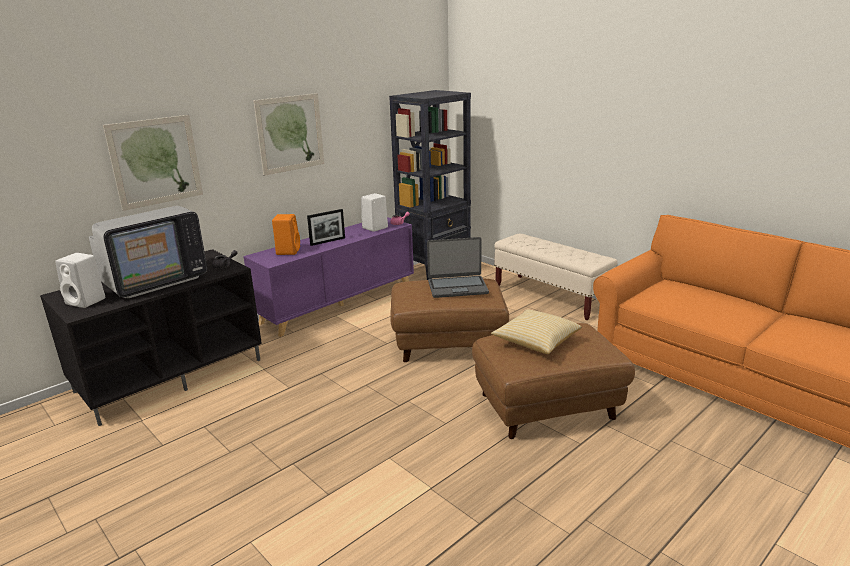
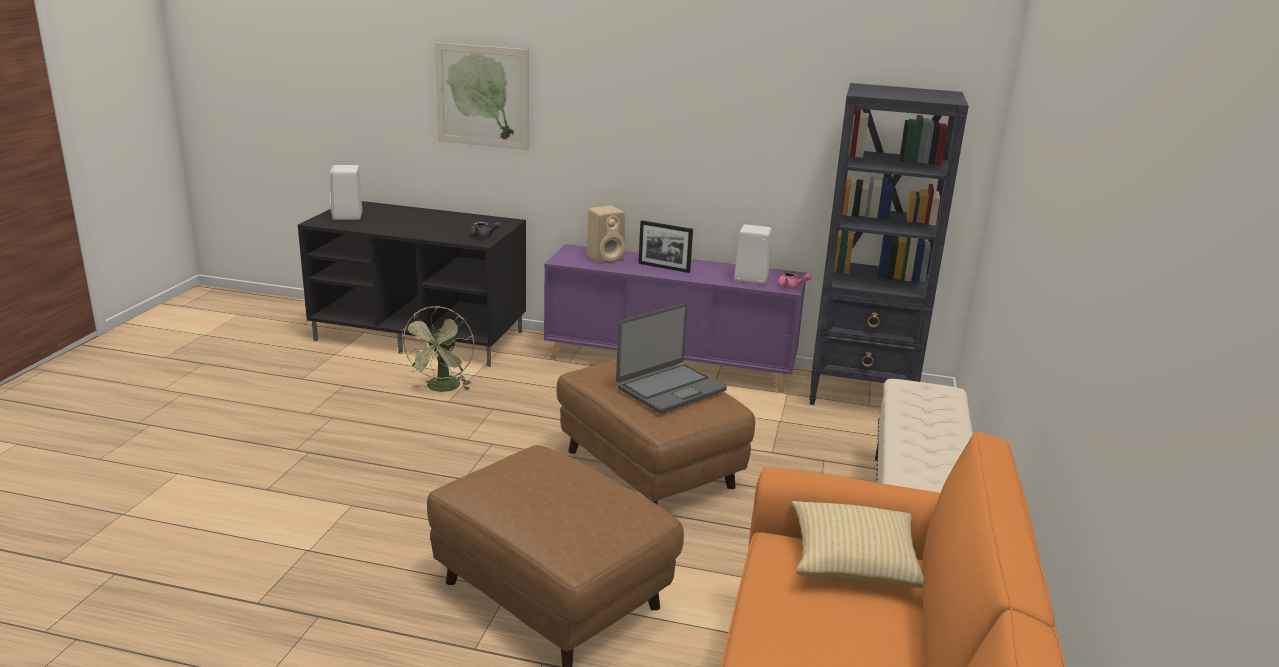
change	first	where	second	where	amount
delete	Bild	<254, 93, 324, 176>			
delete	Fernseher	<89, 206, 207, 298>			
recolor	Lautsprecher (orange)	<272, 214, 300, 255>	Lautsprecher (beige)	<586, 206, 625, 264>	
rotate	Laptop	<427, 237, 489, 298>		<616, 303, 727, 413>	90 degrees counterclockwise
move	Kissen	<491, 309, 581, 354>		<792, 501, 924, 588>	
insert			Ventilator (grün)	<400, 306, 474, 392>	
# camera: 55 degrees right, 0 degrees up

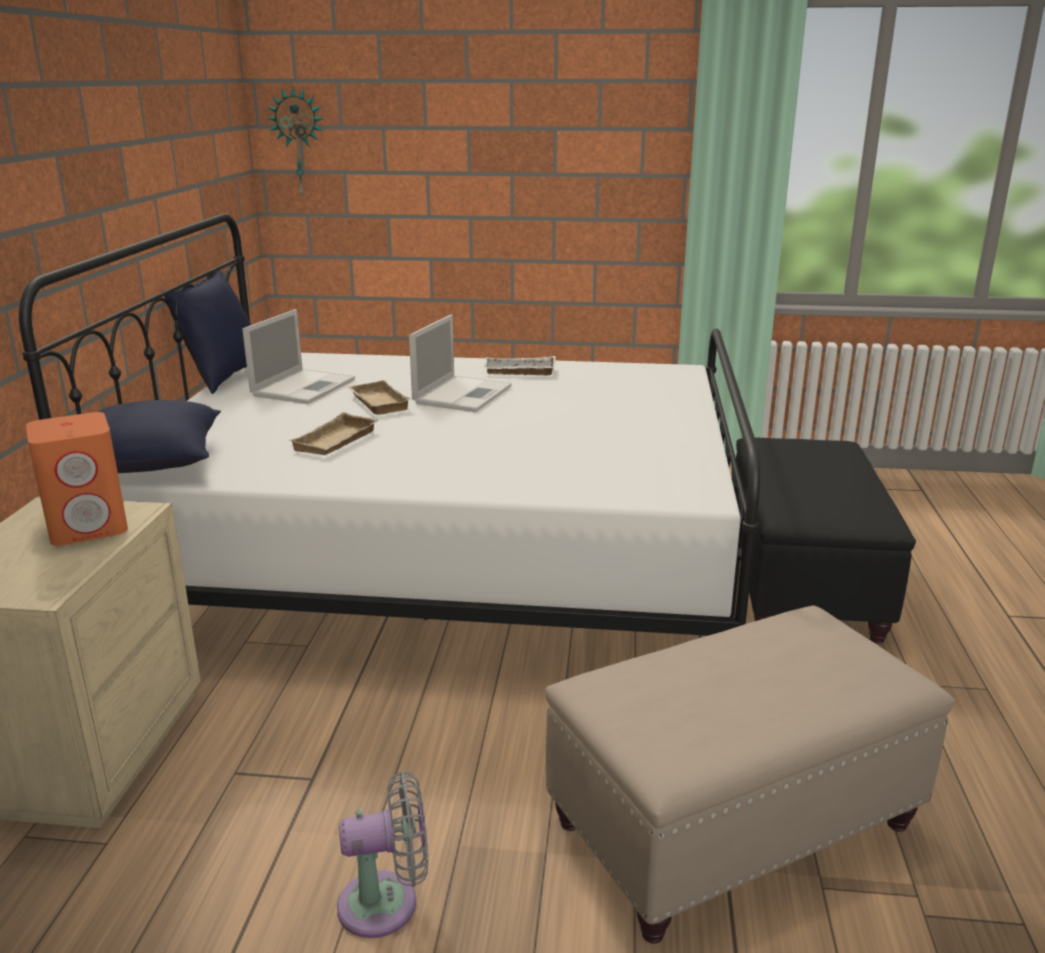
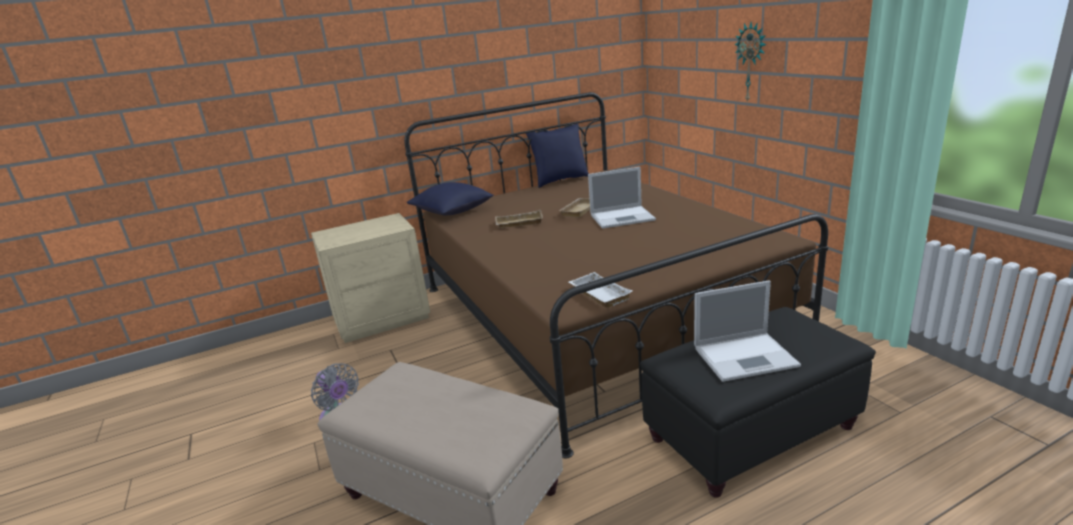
change	first	where	second	where	amount
move	Wanduhr	<267, 87, 323, 199>		<734, 22, 767, 103>	
recolor	Bett (weiß)	<19, 214, 760, 636>	Bett (braun)	<404, 92, 828, 458>	
move	Laptop	<242, 309, 355, 404>		<694, 280, 801, 382>	
move	Tablett (weiß)	<483, 356, 556, 375>		<568, 272, 633, 308>	
delete	Lautsprecher (orange)	<26, 412, 128, 546>			
# camera: 60 degrees right, 0 degrees up

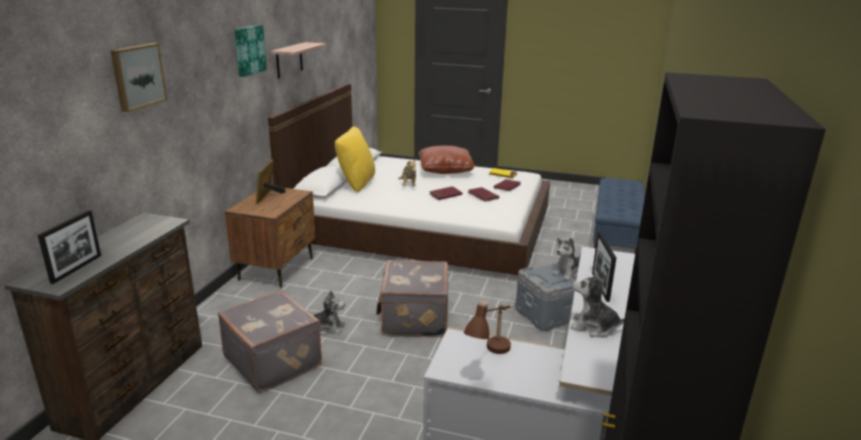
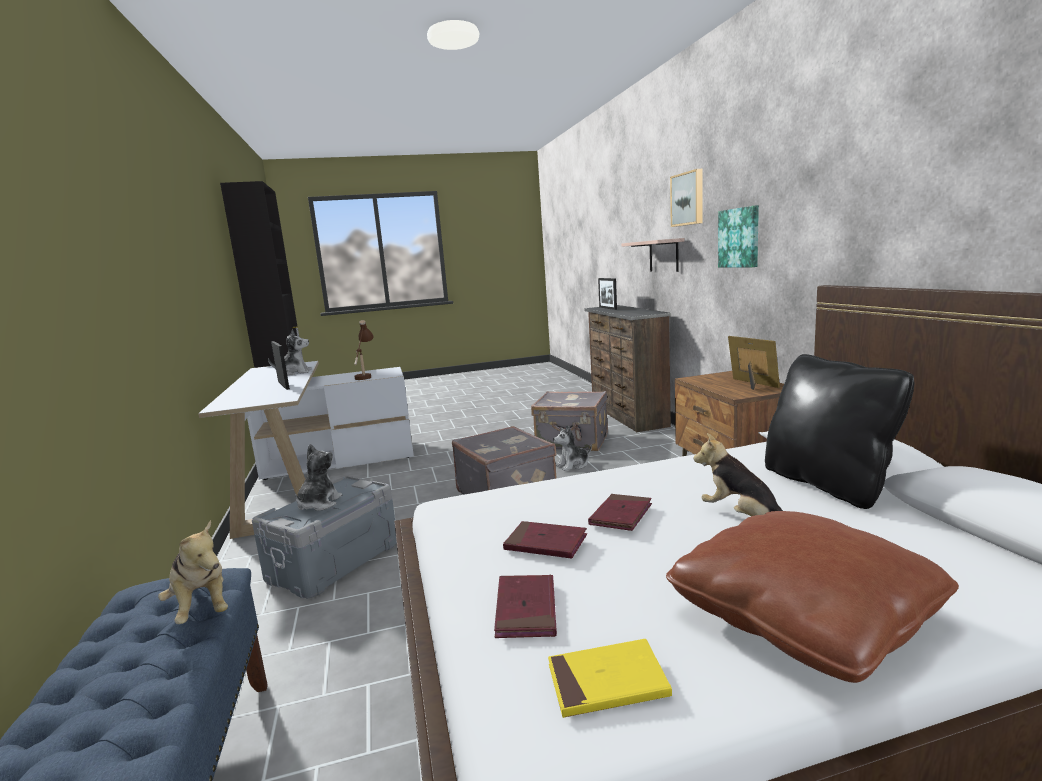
change	first	where	second	where	amount
move	Bild	<234, 25, 267, 77>		<718, 205, 759, 267>	
move	Wandregal	<270, 42, 326, 78>		<621, 238, 685, 272>	
recolor	Kissen (gelb)	<335, 127, 375, 193>	Kissen (schwarz)	<765, 354, 914, 509>	
insert			Plüschtier	<158, 520, 228, 624>	
# camera: 150 degrees right, 10 degrees down

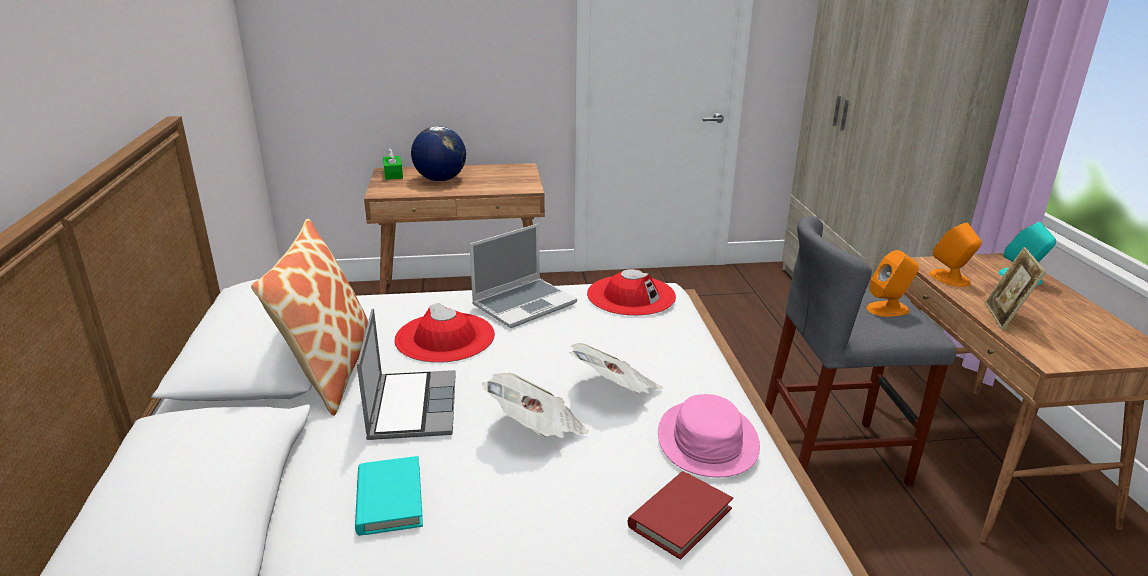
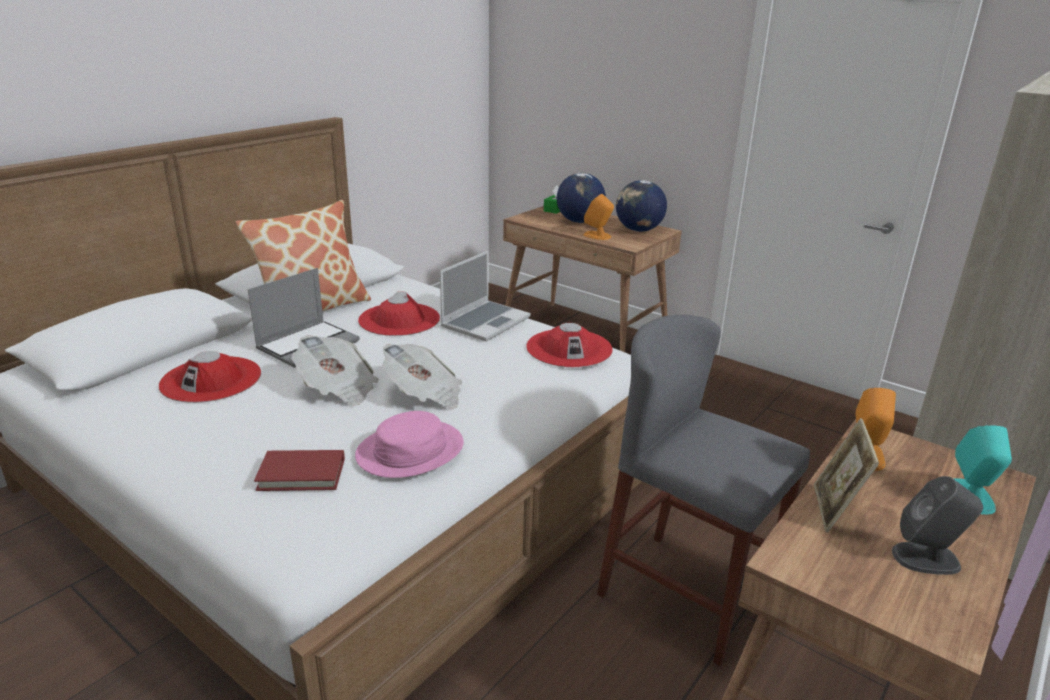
change	first	where	second	where	amount
rotate	Laptop	<469, 223, 577, 328>		<440, 251, 530, 342>	60 degrees counterclockwise
rotate	Bilderrahmen	<985, 247, 1046, 330>		<814, 418, 879, 532>	45 degrees counterclockwise
move	Lautsprecher (orange)	<866, 250, 919, 317>		<583, 194, 614, 240>	
replace	Buch (türkis)	<355, 456, 423, 536>	Hut (rot)	<159, 351, 261, 403>	
insert			Globus	<616, 180, 667, 232>	
insert			Lautsprecher (grau)	<892, 476, 983, 575>	
# camera: 45 degrees right, 0 degrees up

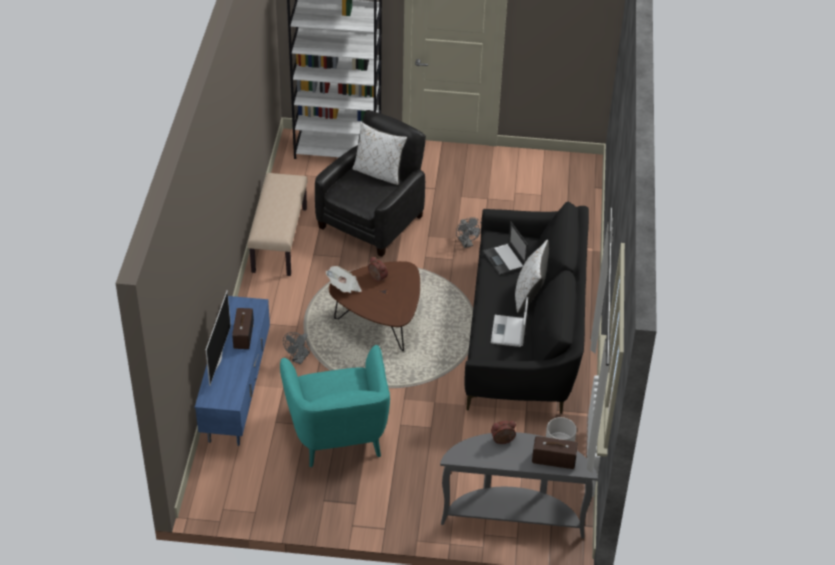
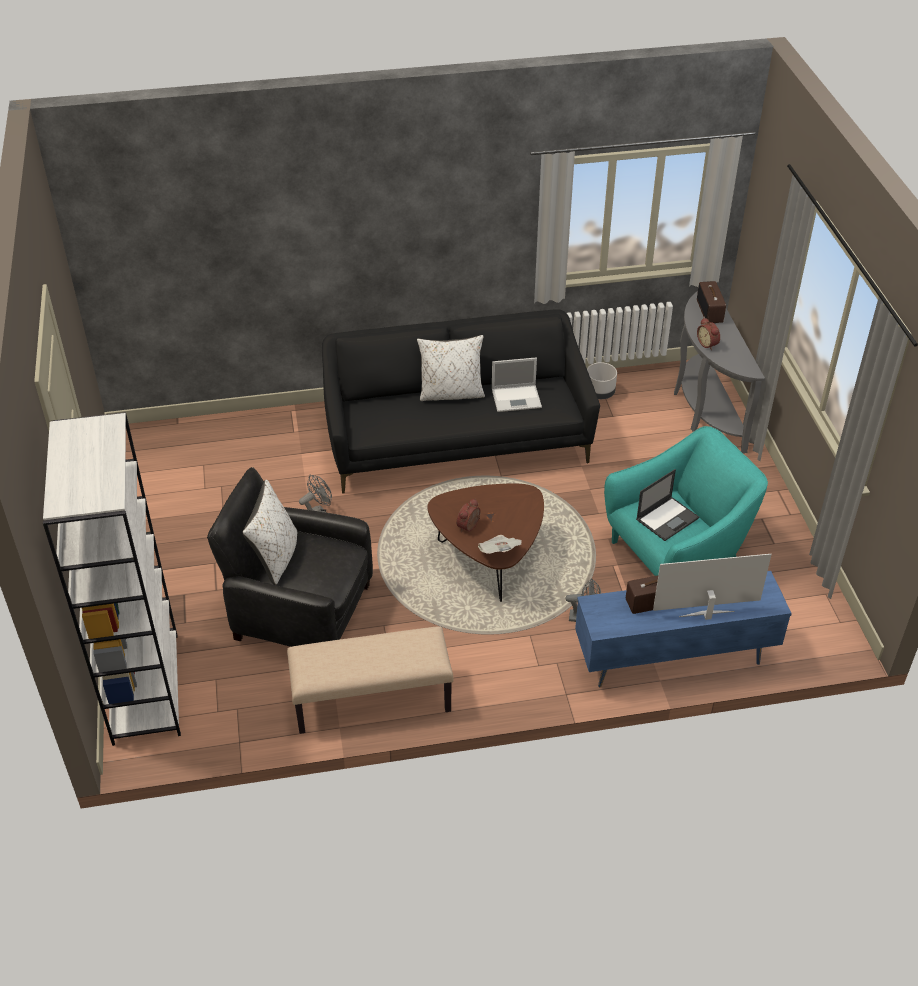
change	first	where	second	where	amount
move	Laptop	<483, 221, 528, 276>		<636, 469, 699, 541>	
# camera: 105 degrees left, 0 degrees up

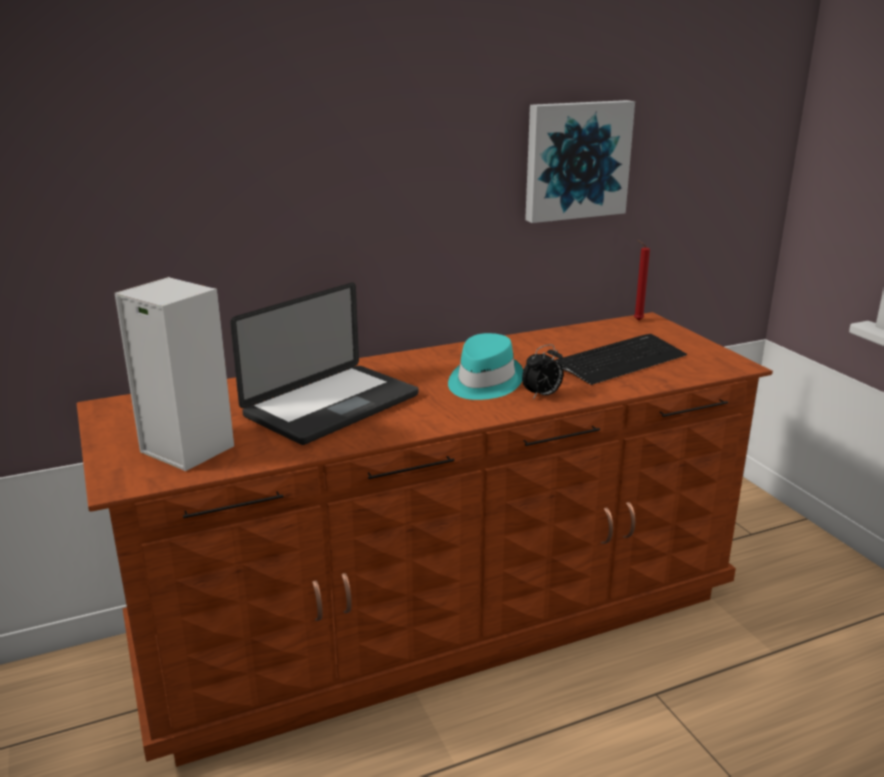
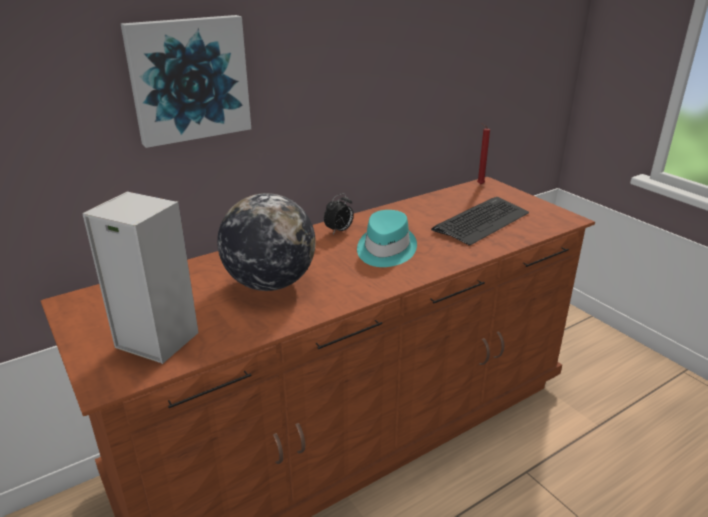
change	first	where	second	where	amount
move	Bild	<525, 100, 635, 223>		<121, 15, 251, 148>	
replace	Laptop	<230, 283, 418, 445>	Globus	<217, 193, 316, 291>	
move	Wecker	<522, 344, 563, 400>		<324, 193, 354, 234>	
# camera: 10 degrees left, 5 degrees up

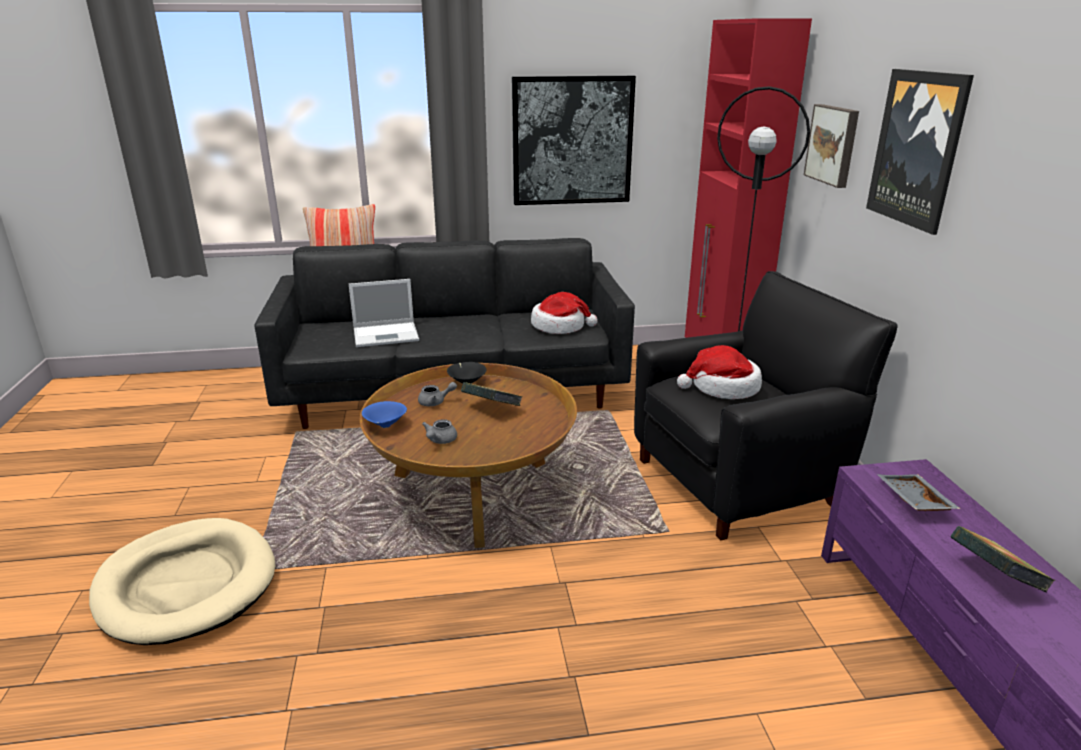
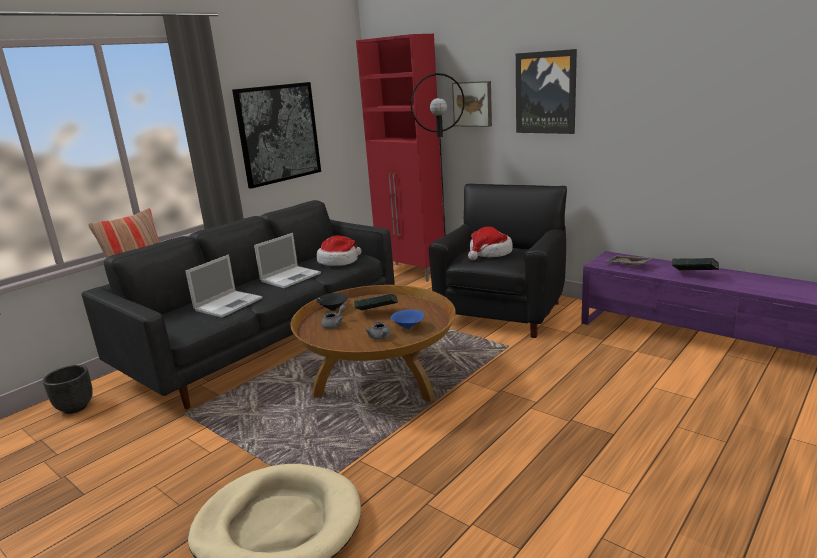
change	first	where	second	where	amount
move	Schüssel (blau)	<362, 401, 407, 428>		<391, 310, 424, 329>	
insert			Laptop	<254, 233, 321, 288>	
insert			Pflanzkübel (schwarz)	<43, 365, 93, 414>	
# camera: 40 degrees left, 5 degrees down

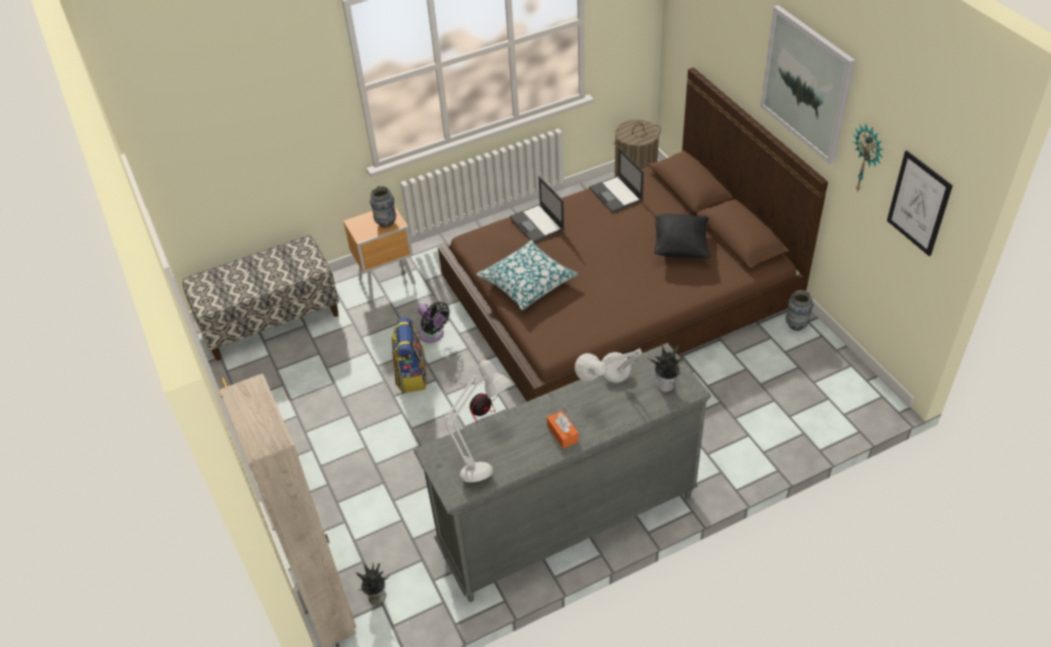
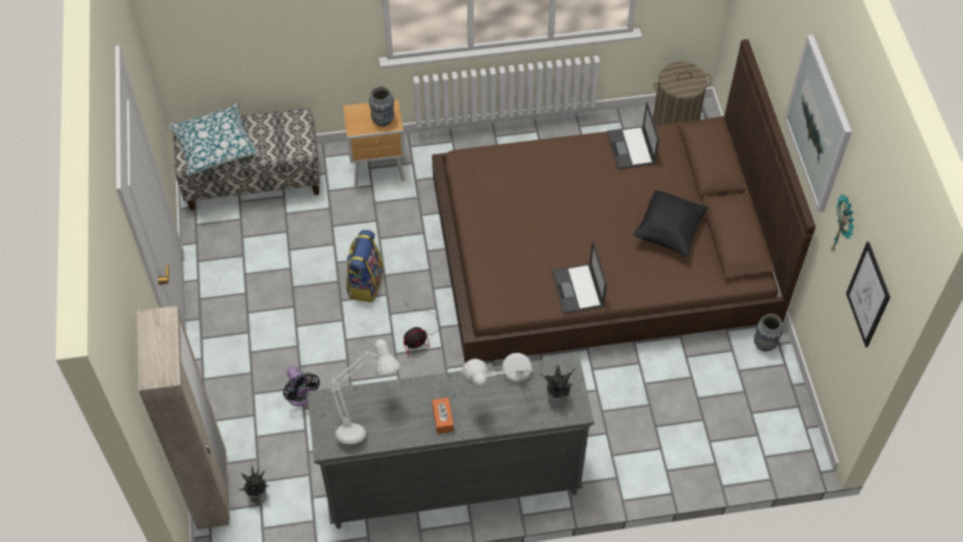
change	first	where	second	where	amount
move	Laptop	<510, 176, 565, 243>		<552, 241, 607, 314>	
move	Kissen	<476, 240, 578, 310>		<168, 103, 259, 176>	
move	Ventilator (schwarz)	<418, 302, 450, 343>		<283, 366, 320, 406>	
# camera: 15 degrees right, 10 degrees up

